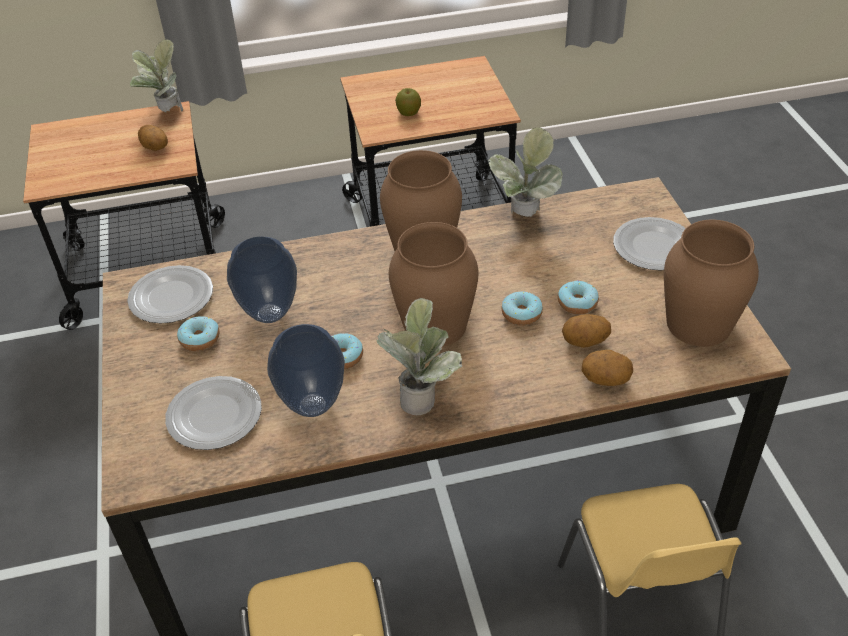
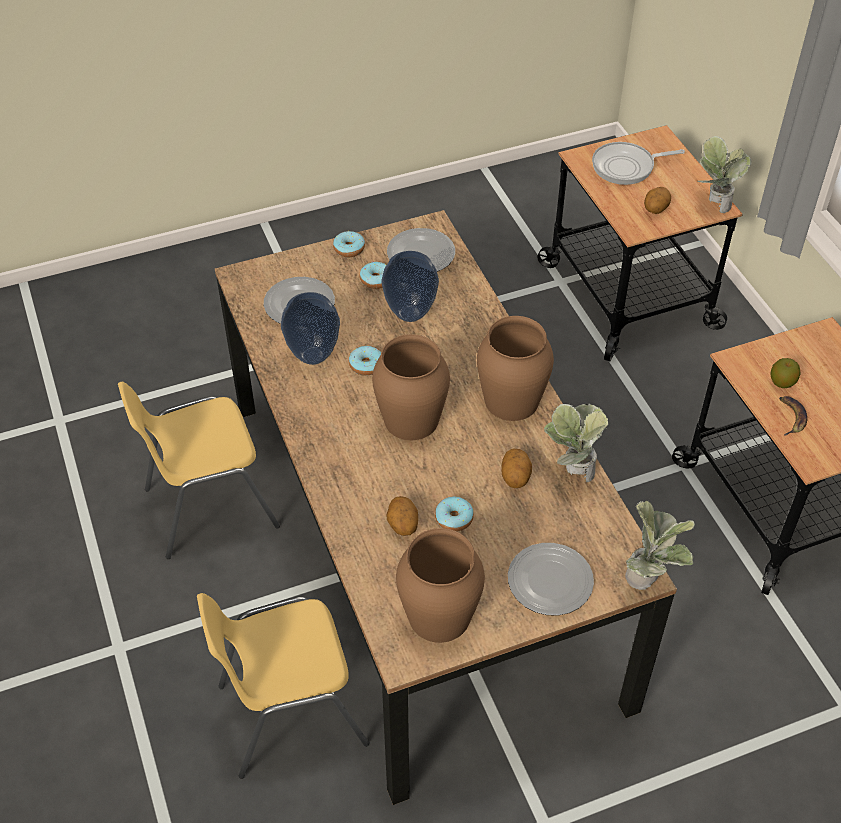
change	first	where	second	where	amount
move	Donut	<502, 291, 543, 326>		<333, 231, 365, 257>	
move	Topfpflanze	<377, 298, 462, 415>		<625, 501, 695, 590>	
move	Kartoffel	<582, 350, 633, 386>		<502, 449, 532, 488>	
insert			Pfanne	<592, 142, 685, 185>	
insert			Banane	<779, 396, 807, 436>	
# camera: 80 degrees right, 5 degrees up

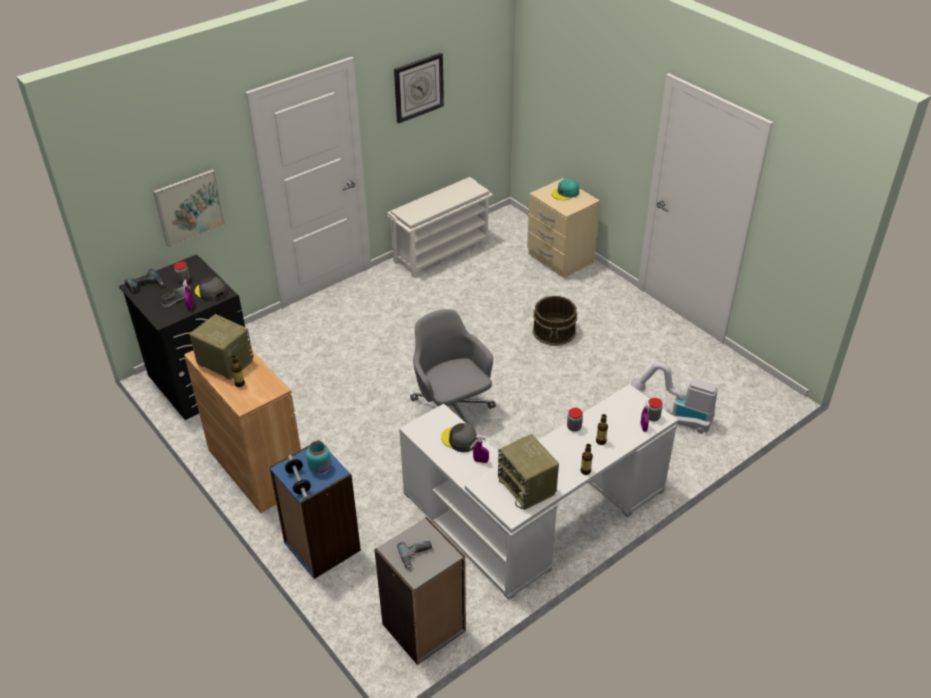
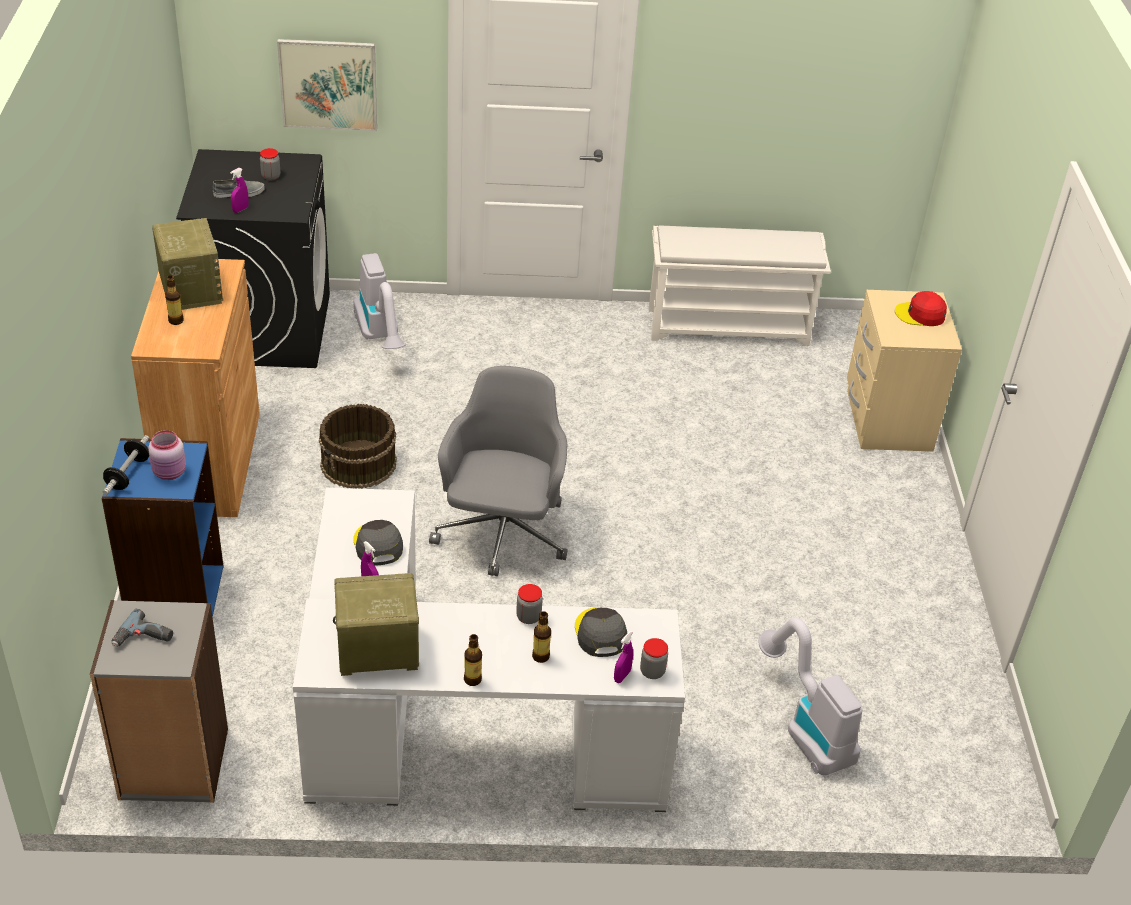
change	first	where	second	where	amount
delete	Wanduhr	<394, 53, 444, 123>			
recolor	Kappe (türkis)	<551, 179, 579, 200>	Kappe (rot)	<895, 291, 947, 326>	
delete	Bohrmaschine	<125, 268, 164, 293>			
move	Kappe (grau)	<195, 277, 226, 302>		<575, 608, 627, 657>	
move	Eimer (braun)	<532, 296, 577, 346>		<319, 404, 397, 489>	
rotate	Radio	<498, 434, 559, 510>		<333, 573, 419, 676>	75 degrees clockwise
recolor	Vorratsglas (türkis)	<306, 441, 331, 474>	Vorratsglas (rosa)	<148, 430, 186, 480>	
insert			Staubsauger	<354, 253, 406, 349>	
# camera: 35 degrees right, 0 degrees up

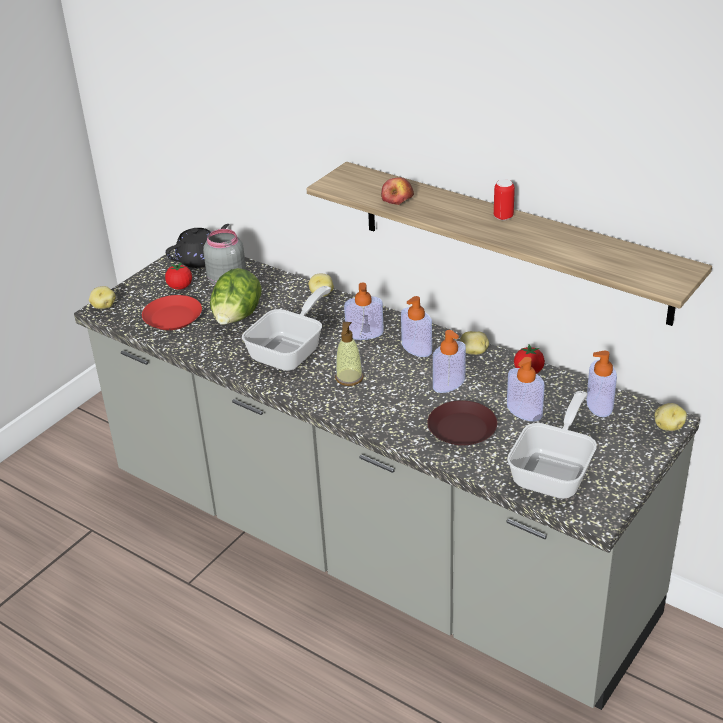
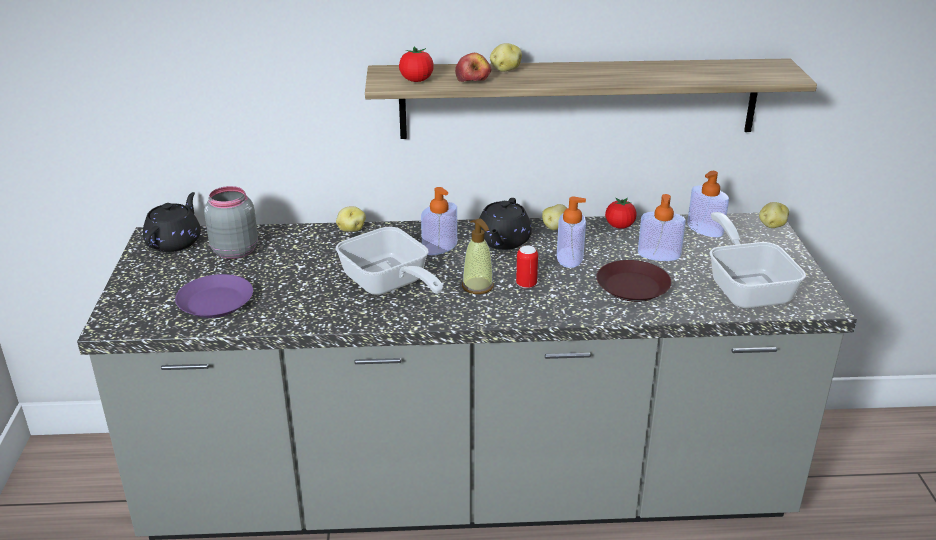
change	first	where	second	where	amount
move	Dose	<494, 179, 515, 220>		<516, 246, 538, 288>	
move	Tomate	<165, 262, 192, 290>		<399, 47, 434, 82>	
delete	Salatkopf	<210, 268, 262, 324>			
move	Kartoffel	<89, 286, 116, 309>		<490, 43, 522, 72>	
rotate	Pfanne	<242, 286, 331, 371>		<336, 227, 443, 295>	150 degrees clockwise
recolor	Teller (rot)	<142, 295, 202, 330>	Teller (lila)	<175, 274, 253, 318>	
replace	Seifenspender	<401, 296, 432, 357>	Teekanne (schwarz)	<480, 198, 532, 250>	
# camera: 40 degrees left, 5 degrees down

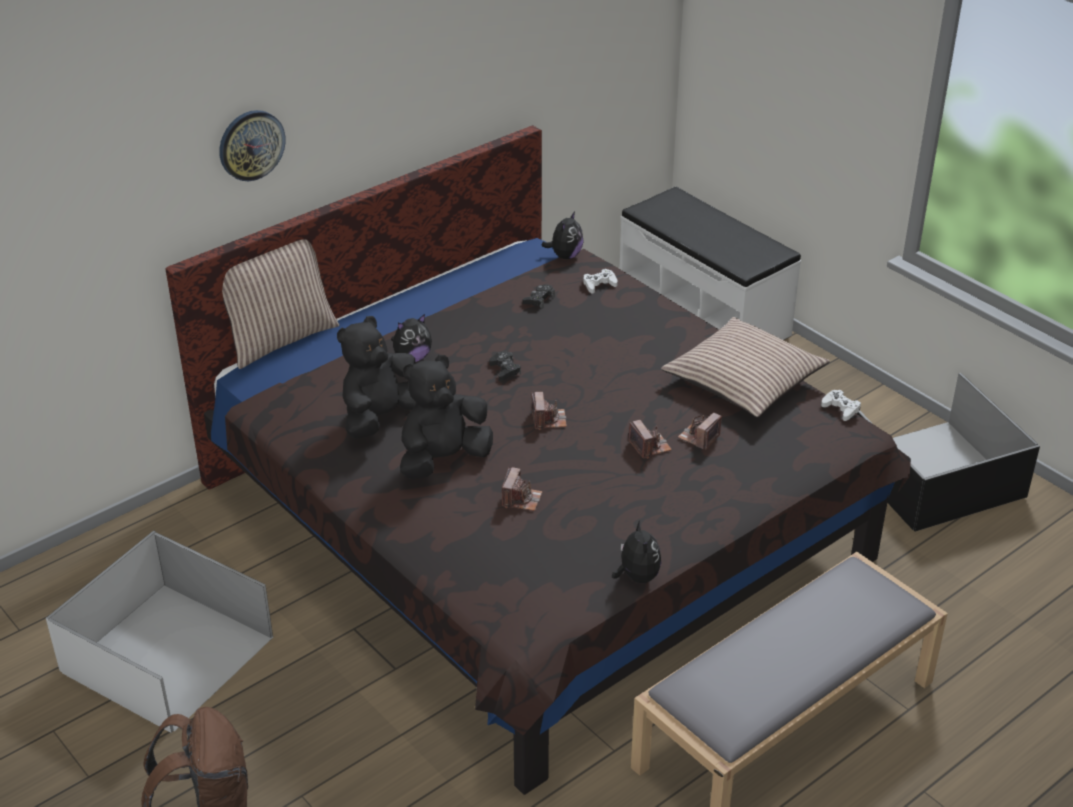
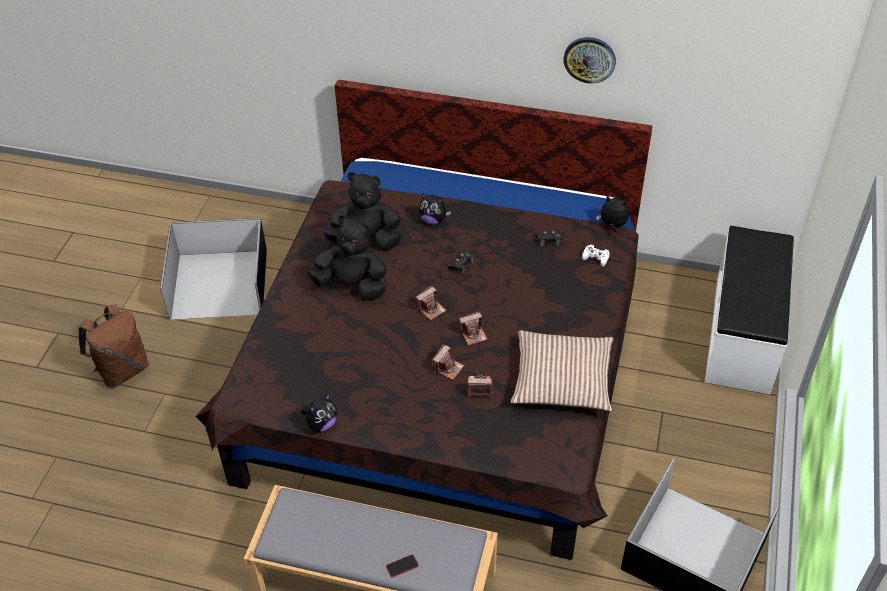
change	first	where	second	where	amount
move	Wanduhr	<219, 110, 285, 181>		<563, 37, 616, 83>	
rotate	Plüschtier	<541, 211, 584, 259>		<596, 196, 629, 233>	150 degrees counterclockwise
delete	Kissen	<222, 239, 339, 369>			
delete	Gamepad (weiß)	<821, 390, 861, 421>			
move	Kamera	<502, 467, 543, 511>		<459, 311, 488, 345>	
recolor	Aufbewahrungsbox (weiß)	<46, 530, 273, 733>	Aufbewahrungsbox (schwarz)	<160, 218, 267, 320>	
insert			Handy	<386, 555, 419, 577>	
# camera: 55 degrees right, 10 degrees up

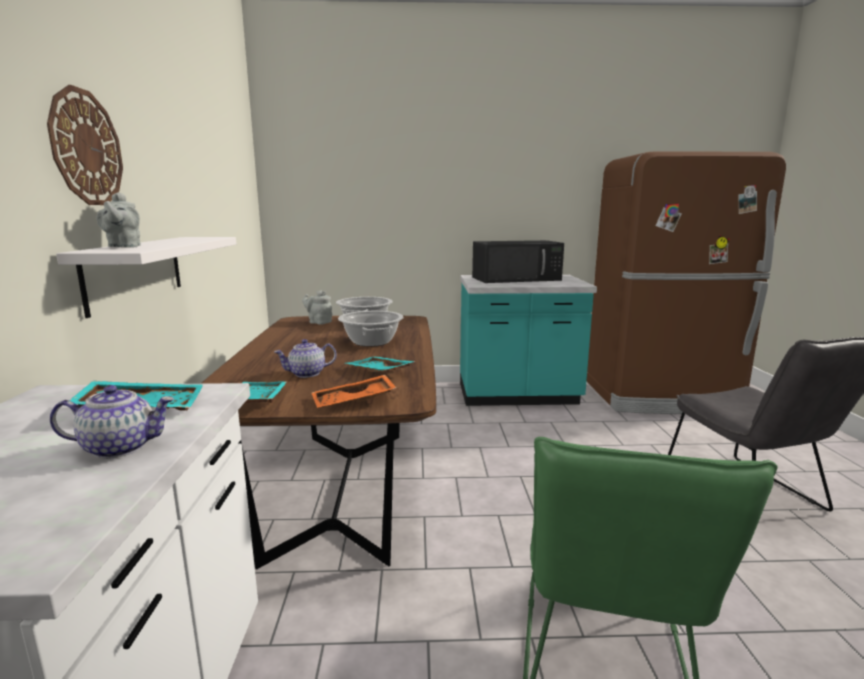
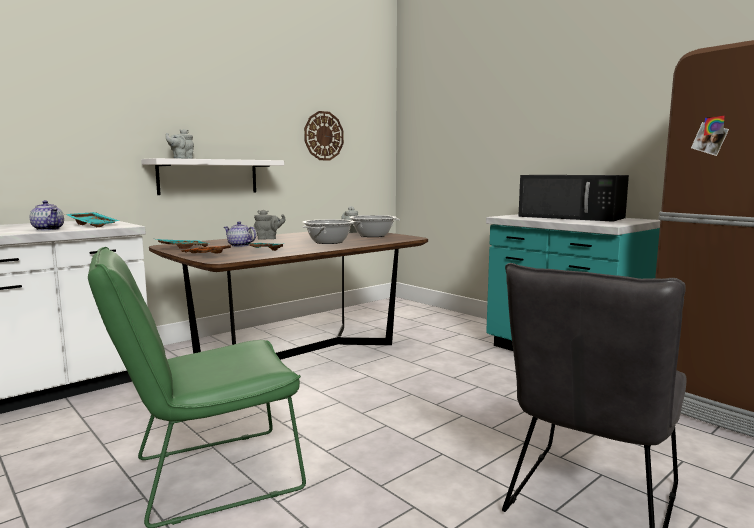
change	first	where	second	where	amount
move	Wanduhr	<47, 85, 123, 205>		<304, 111, 344, 160>	
insert			Teekanne (grau)	<254, 210, 286, 240>	
# camera: 50 degrees right, 5 degrees down

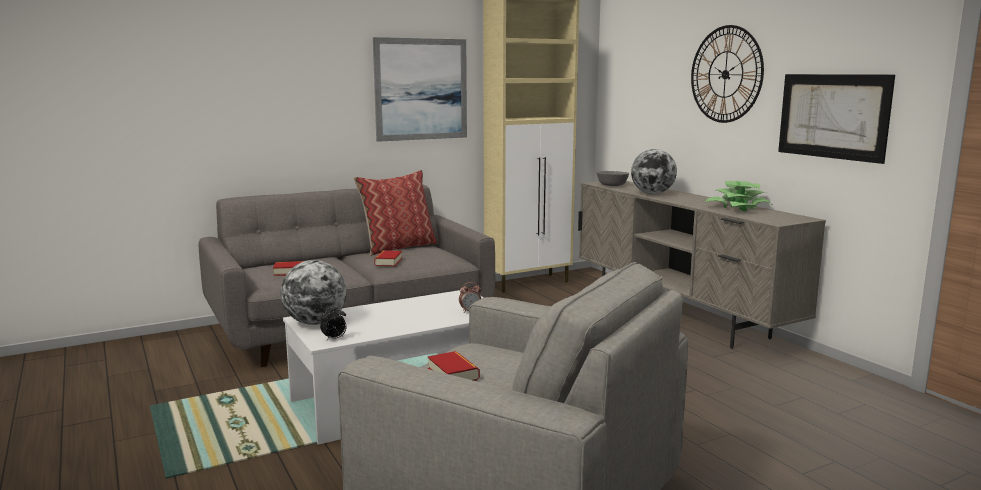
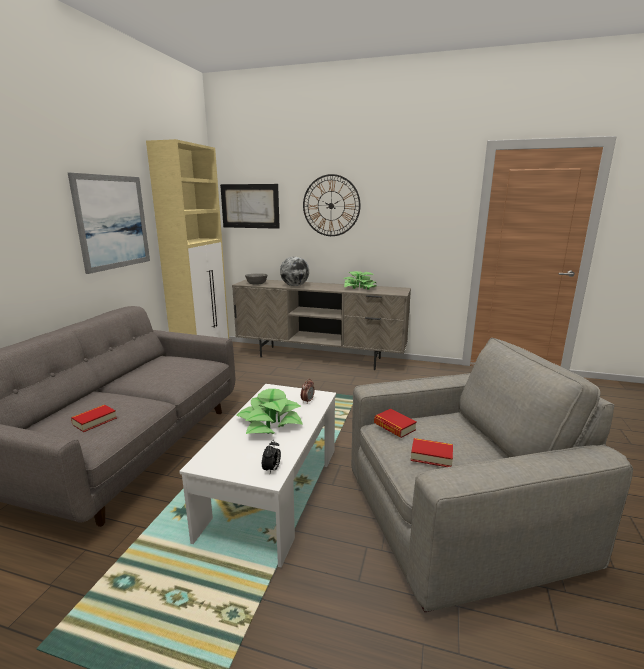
change	first	where	second	where	amount
move	Bild	<778, 74, 895, 164>		<220, 184, 280, 229>	
delete	Kissen	<354, 170, 437, 256>			
move	Buch	<374, 250, 402, 266>		<374, 409, 417, 438>	
delete	Globus	<280, 260, 346, 325>			
insert			Topfpflanze	<236, 389, 303, 434>	
# camera: 45 degrees left, 5 degrees up

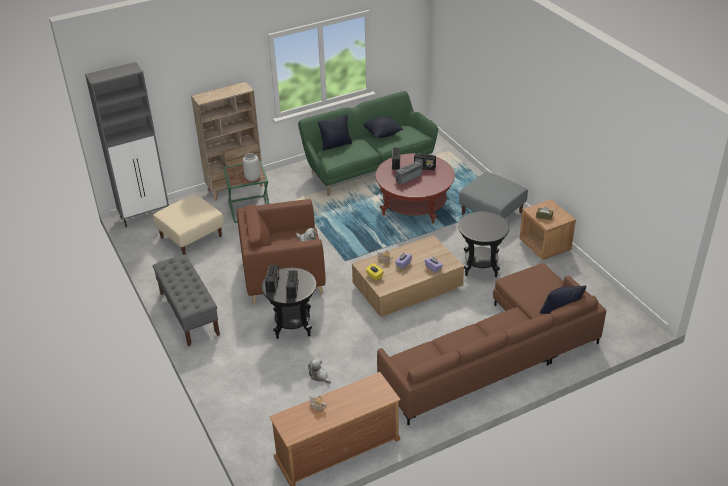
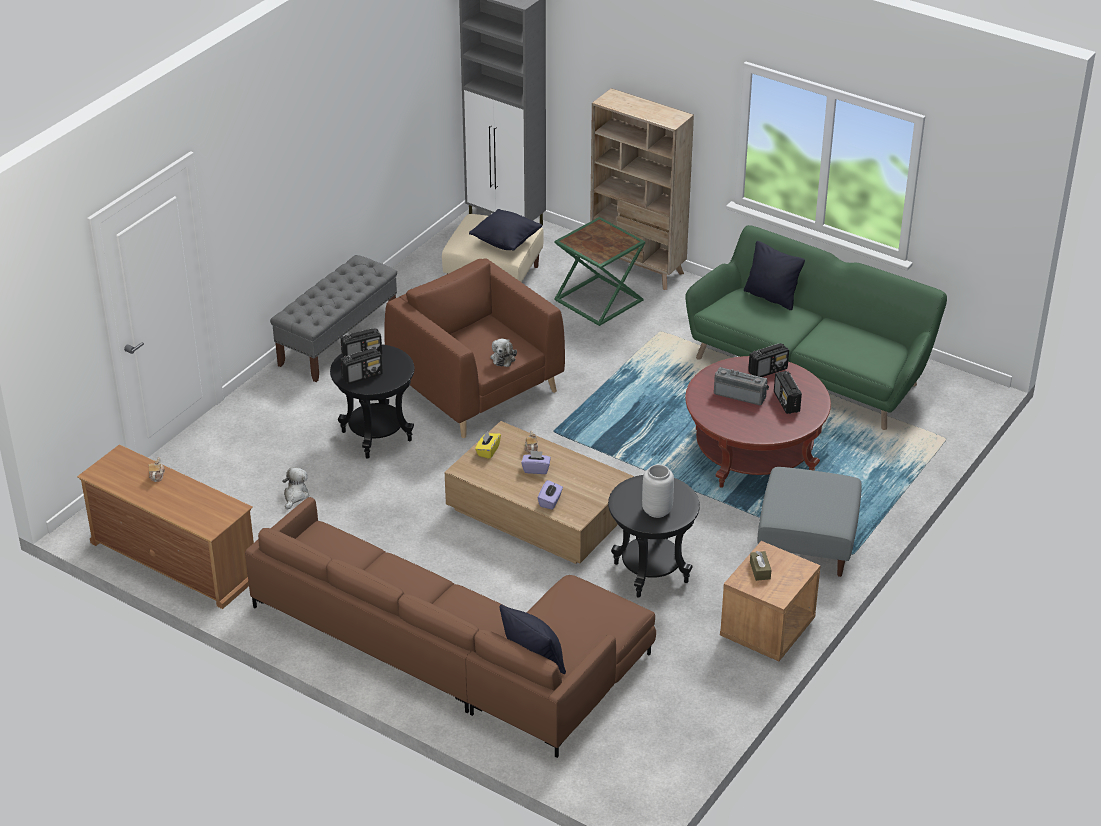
change	first	where	second	where	amount
move	Kissen (schwarz)	<363, 116, 403, 138>		<469, 209, 542, 251>	
move	Vase (grau)	<243, 153, 260, 181>		<642, 464, 674, 518>	
# camera: 60 degrees right, 0 degrees up

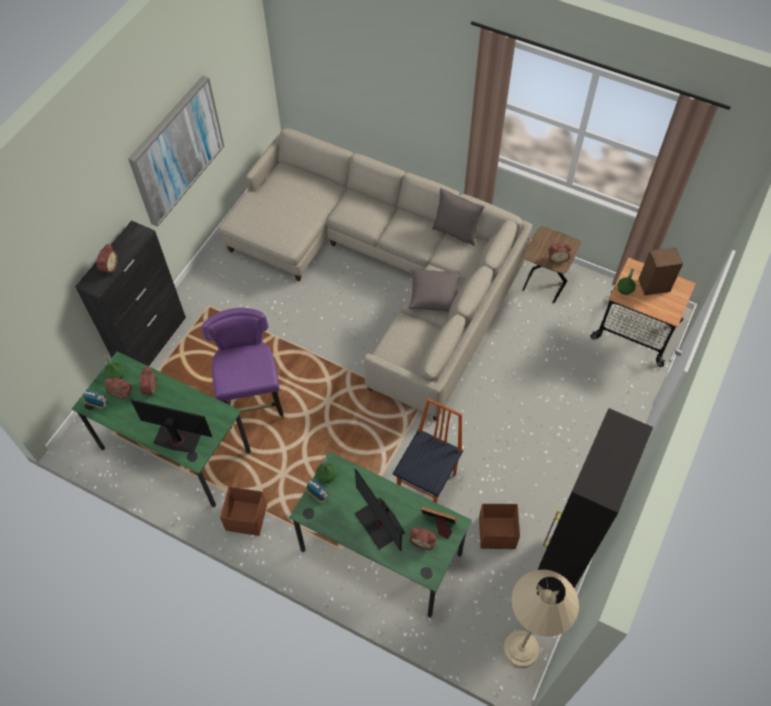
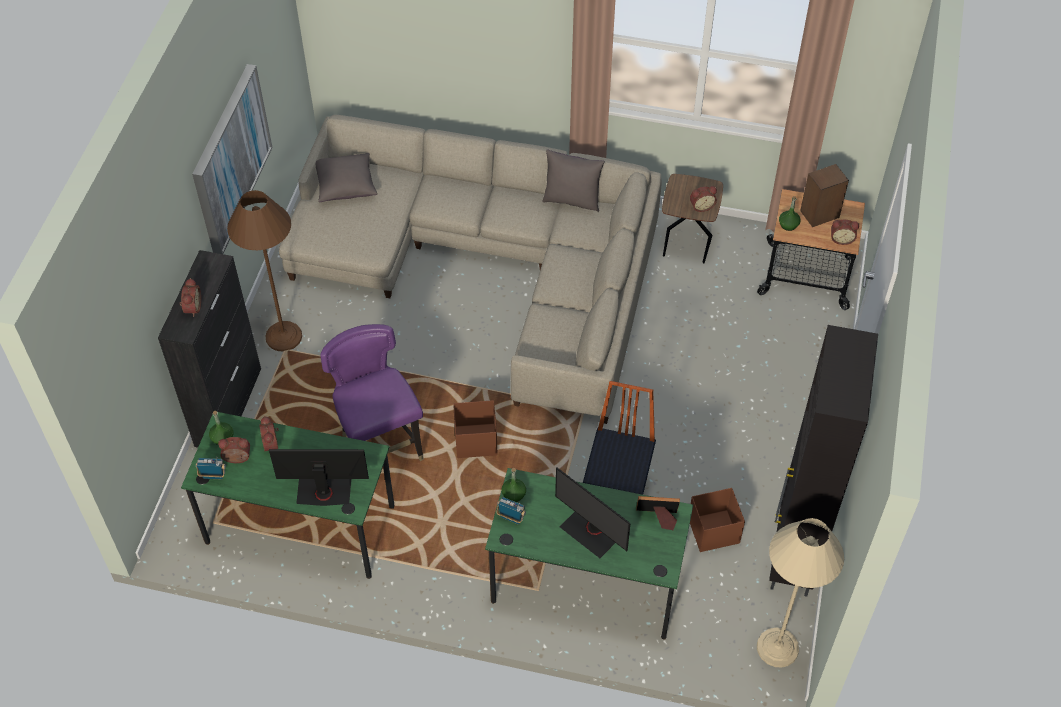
change	first	where	second	where	amount
move	Kissen (grau)	<408, 269, 460, 311>		<316, 153, 378, 202>	
move	Aufbewahrungsbox (braun)	<220, 486, 267, 536>		<453, 400, 497, 458>	
move	Wecker	<409, 527, 437, 550>		<831, 220, 859, 245>	
insert			Stehlampe (braun)	<227, 190, 302, 351>	
# camera: 15 degrees left, 5 degrees down

